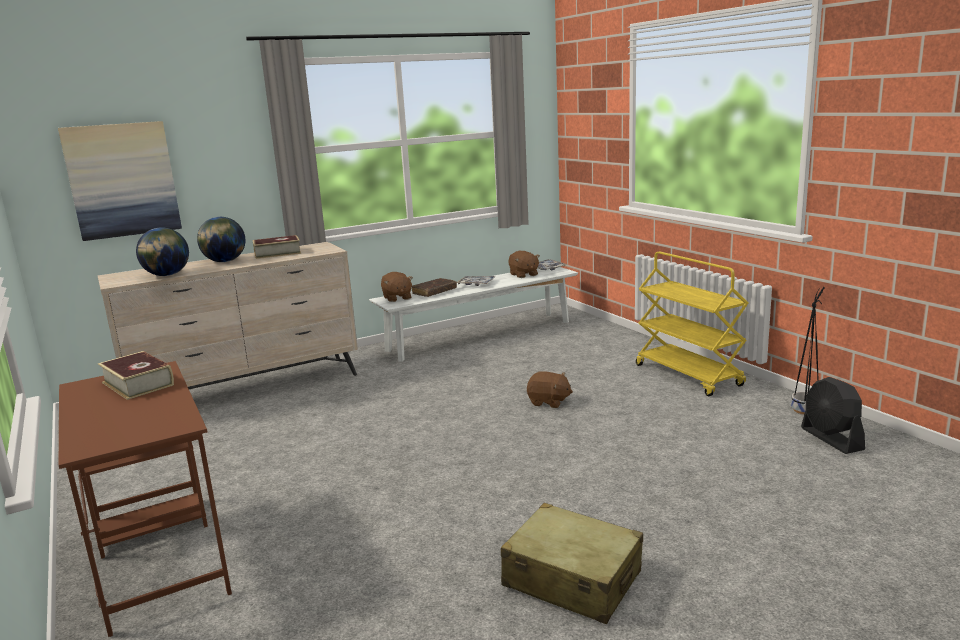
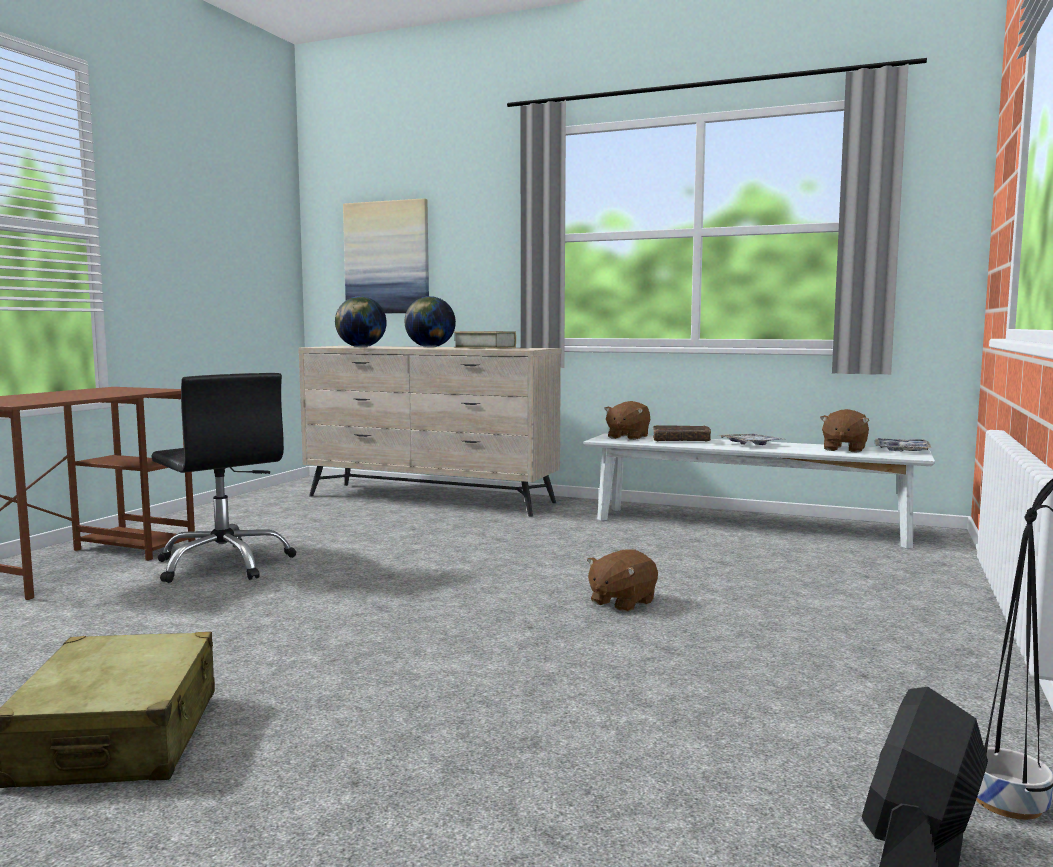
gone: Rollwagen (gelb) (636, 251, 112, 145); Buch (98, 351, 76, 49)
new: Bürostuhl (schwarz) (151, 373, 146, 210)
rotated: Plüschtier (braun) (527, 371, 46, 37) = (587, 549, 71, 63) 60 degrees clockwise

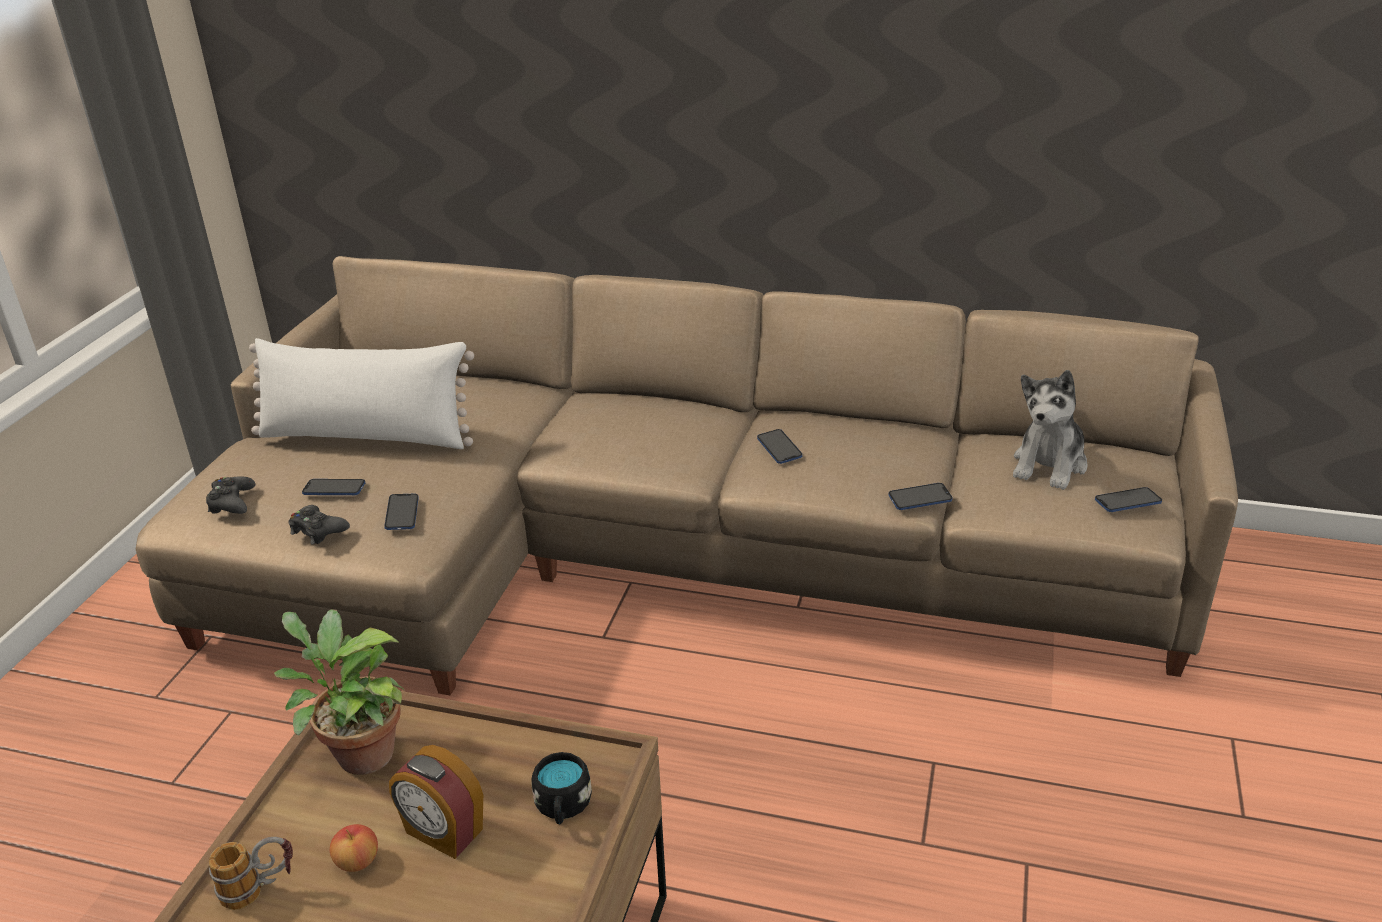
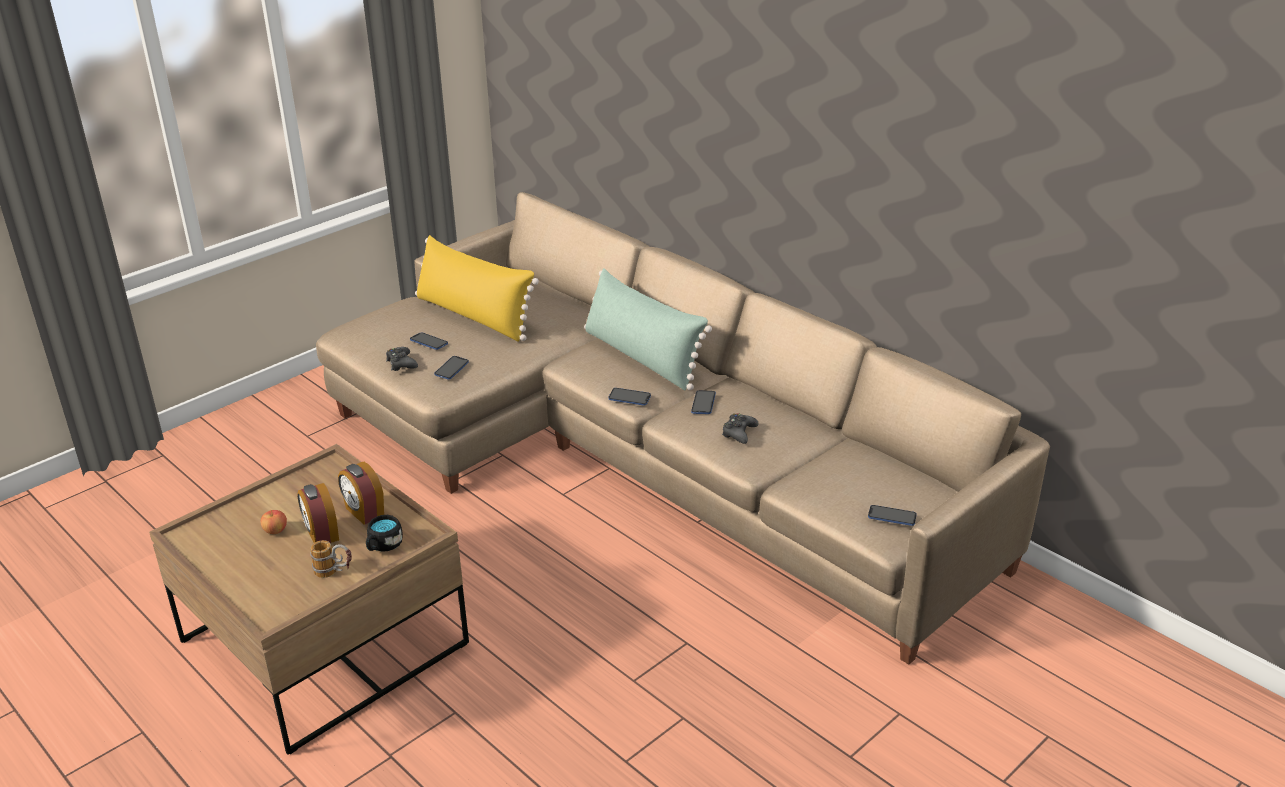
gone: Plüschtier (1013, 370, 74, 120); Topfpflanze (274, 609, 130, 166)
new: Kissen (grün) (584, 268, 128, 122); Wecker (338, 462, 46, 63)
shifted: Gamepad (schwarz) (206, 476, 49, 38) to (722, 413, 37, 31); Handy (889, 483, 63, 27) to (608, 388, 43, 17); Henkelbecher (209, 837, 84, 73) to (310, 540, 42, 38)
repainted: Kissen (weiß) (249, 338, 225, 111) to Kissen (gelb) (415, 235, 124, 107)

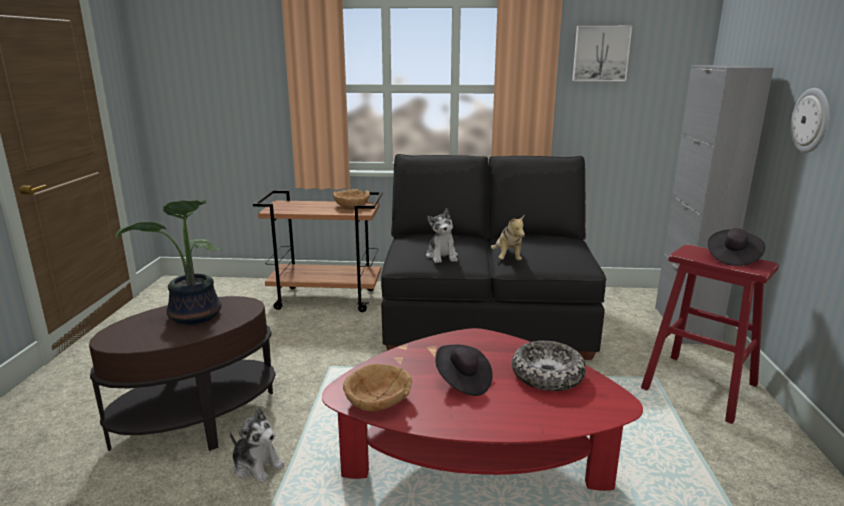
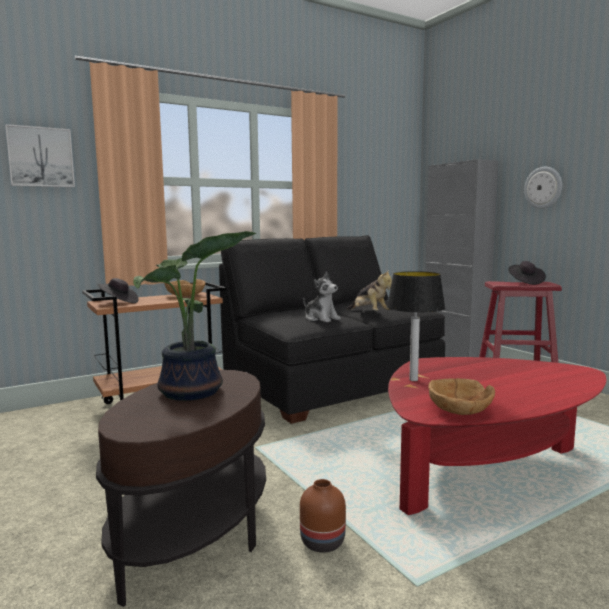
gone: Schüssel (512, 341, 74, 50)
new: Tischlampe (387, 271, 58, 110)
shifted: Bild (572, 26, 60, 55) to (5, 124, 70, 63); Hut (schwarz) (436, 345, 56, 51) to (98, 278, 41, 25)
swapped: Plüschtier (230, 408, 55, 75) to Vase (braun) (300, 479, 46, 74)

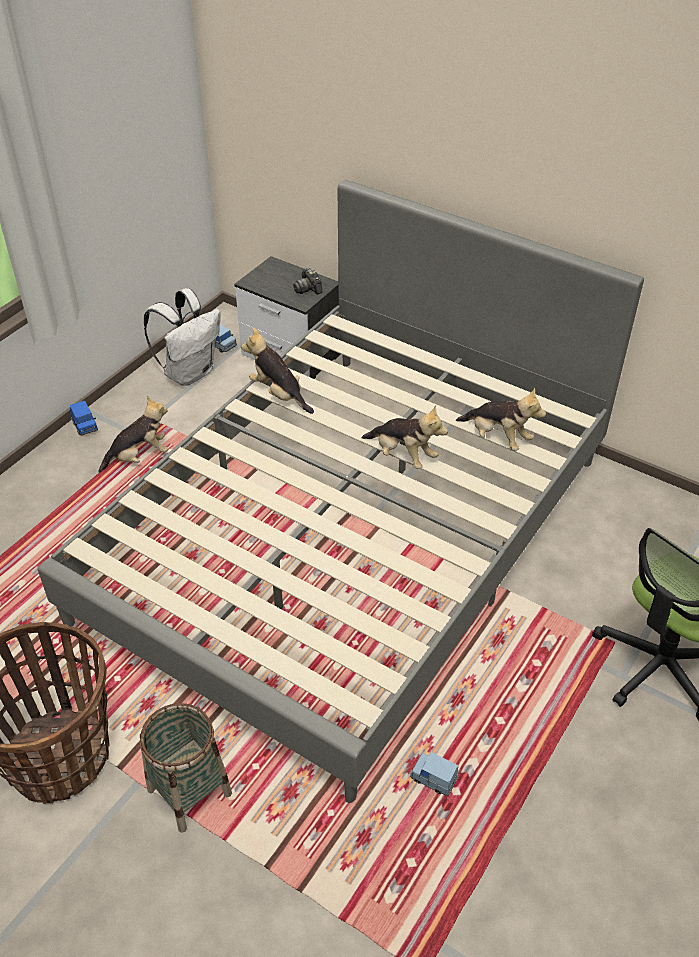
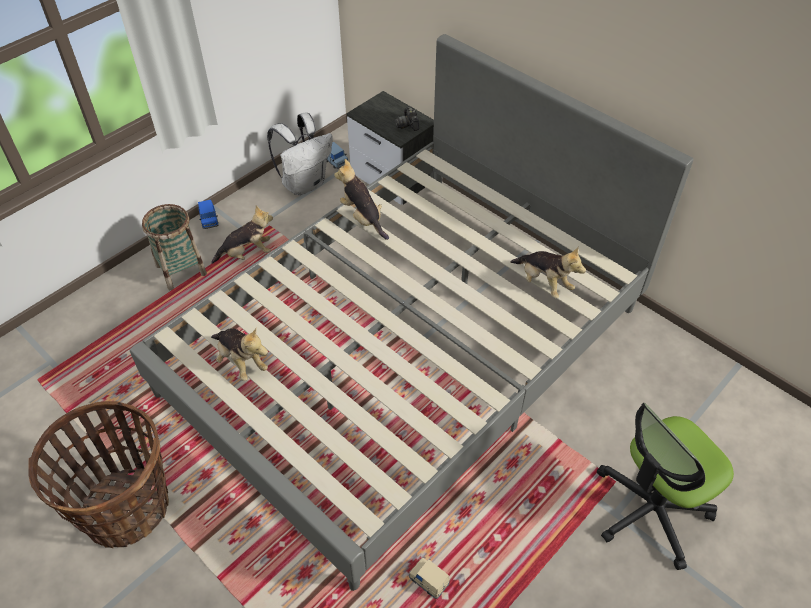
shifted: Plüschtier (361, 405, 87, 64) to (211, 328, 57, 53); Korb (140, 703, 92, 130) to (142, 204, 65, 86)
repainted: Spielzeugauto (blau) (410, 752, 48, 44) to Spielzeugauto (beige) (409, 558, 41, 41)

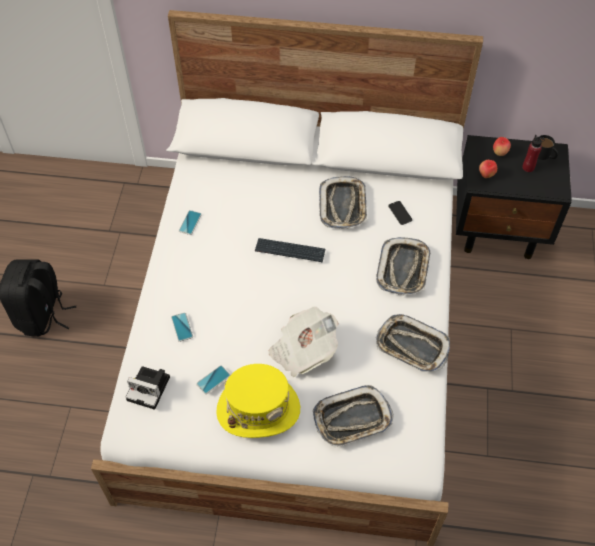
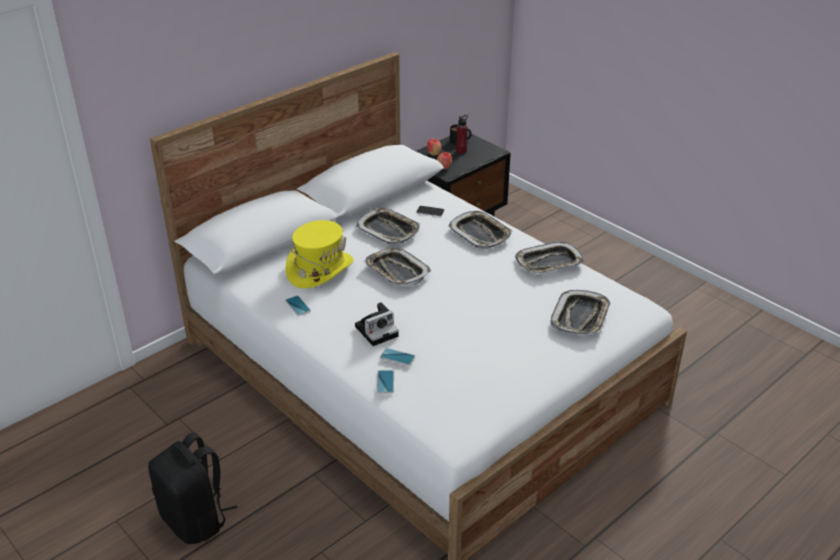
gone: Zeitung (269, 307, 70, 70)
shifted: Hut (gelb) (216, 364, 84, 74) to (286, 220, 68, 68); Handy (196, 365, 34, 29) to (377, 370, 17, 24); Kamera (126, 366, 44, 44) to (355, 302, 44, 44)
swapped: Tastatur (255, 238, 70, 24) to Tablett (364, 248, 67, 38)

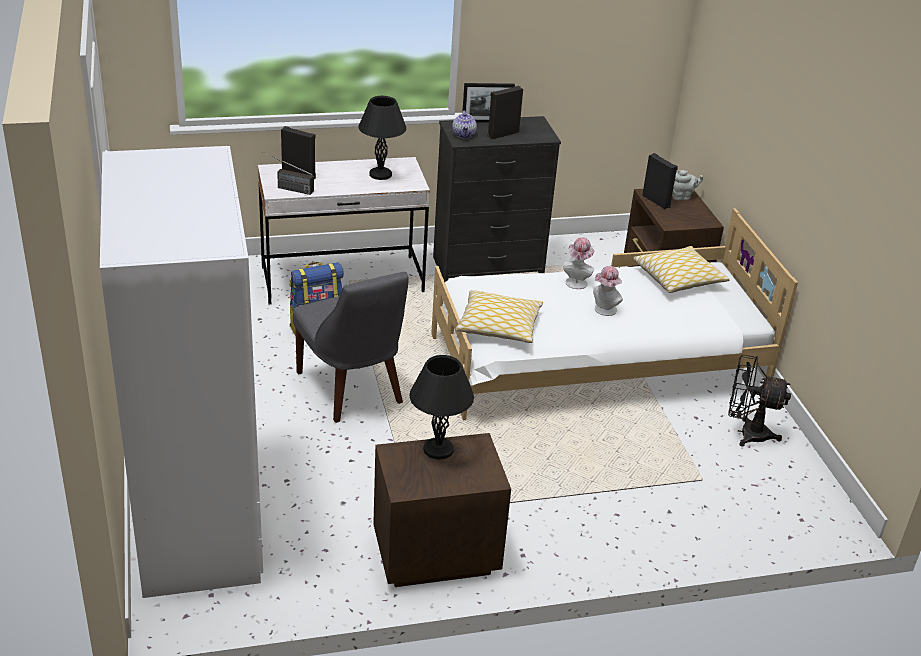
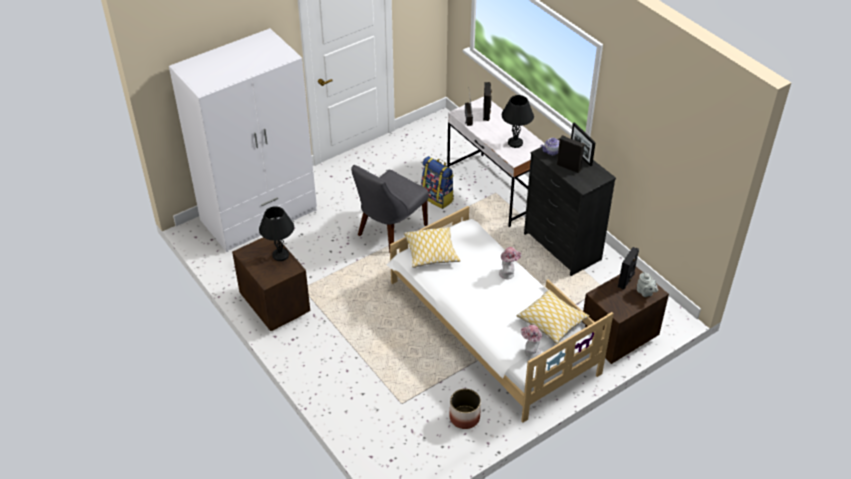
shifted: Hut (593, 266, 30, 50) to (521, 325, 21, 33)
swapped: Ventilator (schwarz) (728, 355, 63, 91) to Pflanzkübel (449, 389, 32, 40)

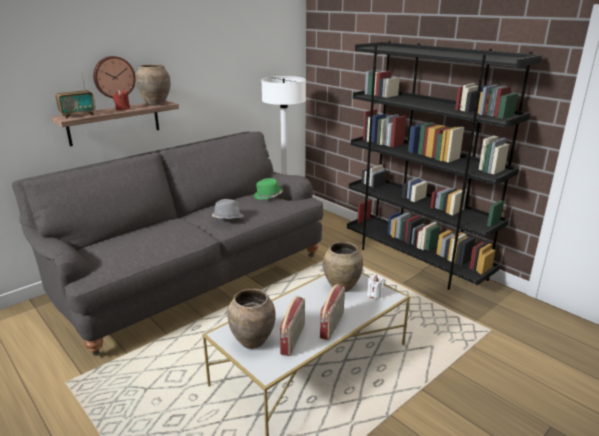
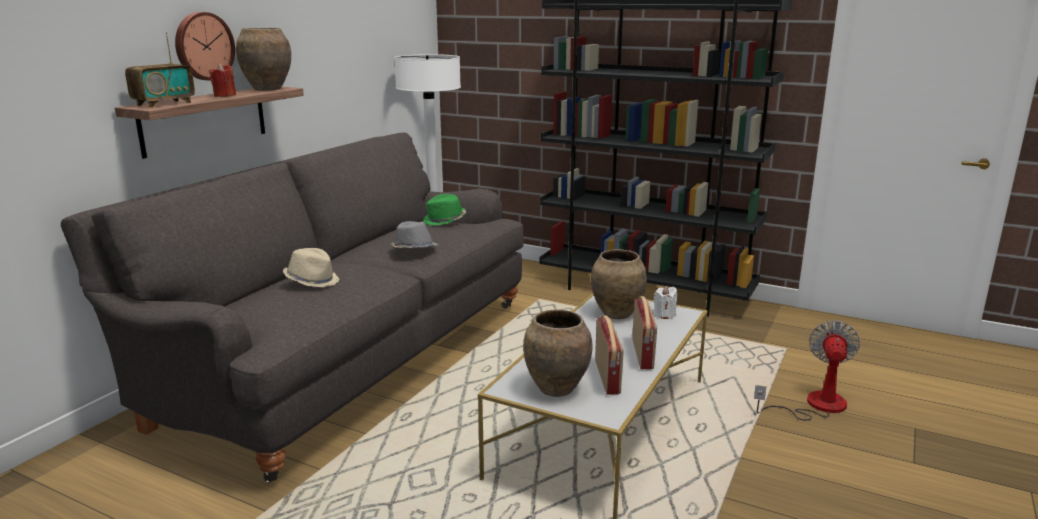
new: Hut (beige) (283, 248, 57, 39); Ventilator (754, 321, 106, 100)

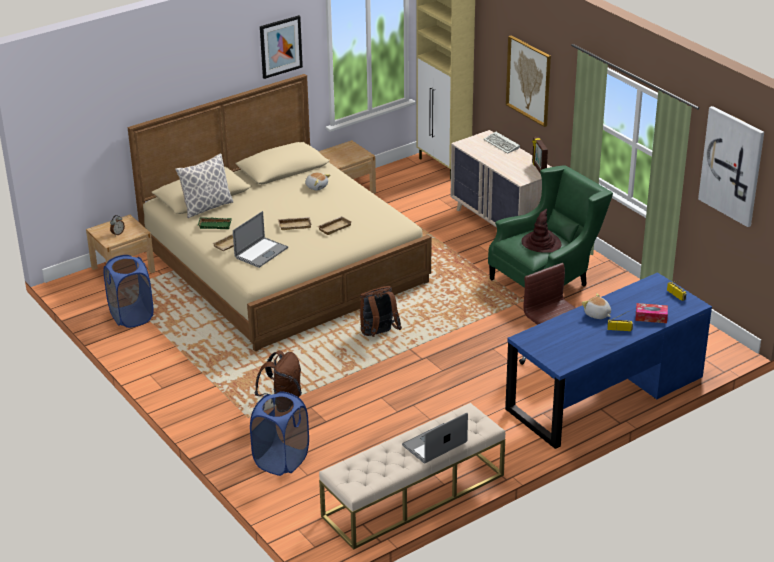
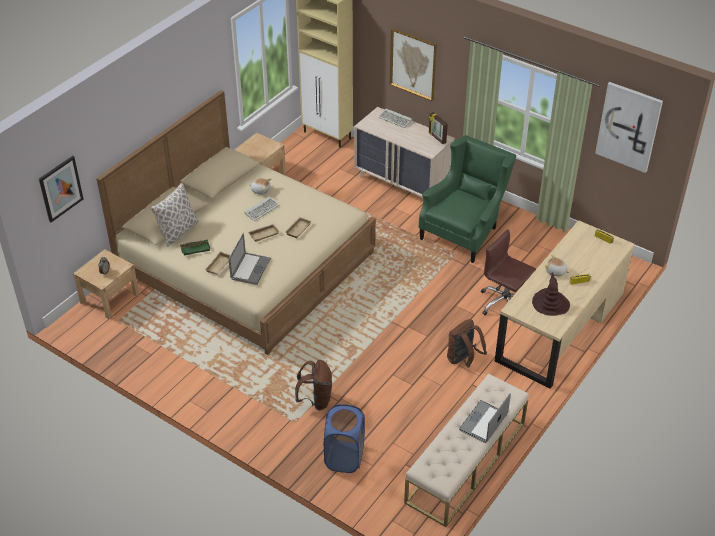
gone: Wäschekorb (blau) (104, 255, 50, 73); Taschentuchbox (636, 303, 32, 20)
new: Tastatur (244, 196, 35, 25)
shifted: Bild (260, 15, 43, 64) to (39, 156, 44, 66); Hut (braun) (522, 209, 40, 44) to (532, 273, 38, 43); Rucksack (braun) (360, 286, 42, 51) to (447, 319, 40, 48)
repainted: Schreibtisch (blau) (505, 272, 207, 177) to Schreibtisch (beige) (495, 220, 139, 169)

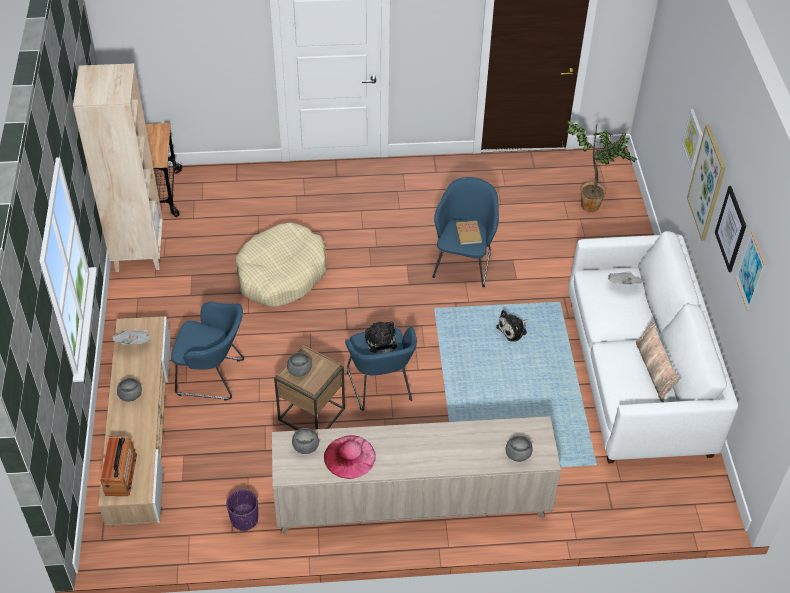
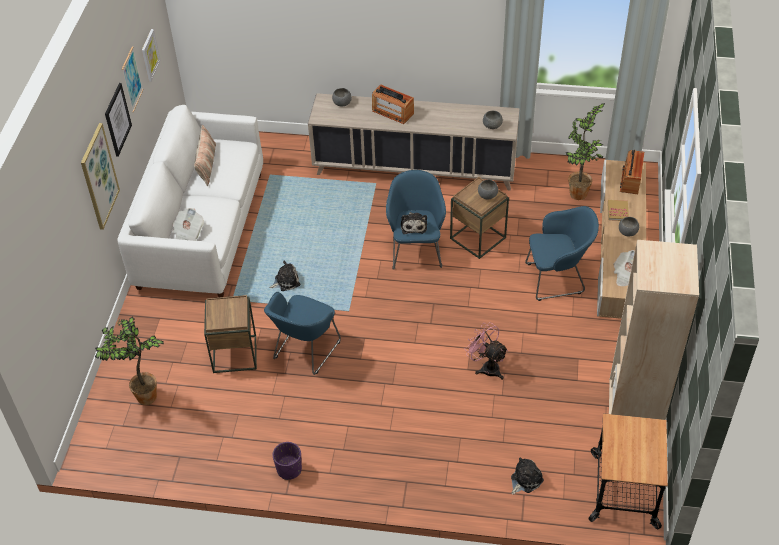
gone: Hut (rosa) (324, 435, 52, 44)
new: Radio (372, 84, 42, 40); Topfpflanze (566, 103, 39, 97); Beistelltisch (braun) (204, 295, 53, 78); Plüschtier (511, 458, 33, 37)
shifted: Bild (682, 109, 21, 61) to (142, 29, 19, 53); Buch (456, 221, 26, 24) to (608, 200, 21, 21); Pflanzkübel (lila) (226, 489, 32, 42) to (273, 442, 29, 38)
swapped: Hundebett (beige) (235, 223, 92, 84) to Ventilator (rosa) (466, 322, 42, 58)
rotated: Sessel (blau) (171, 302, 73, 99) = (525, 206, 74, 95) 150 degrees clockwise

